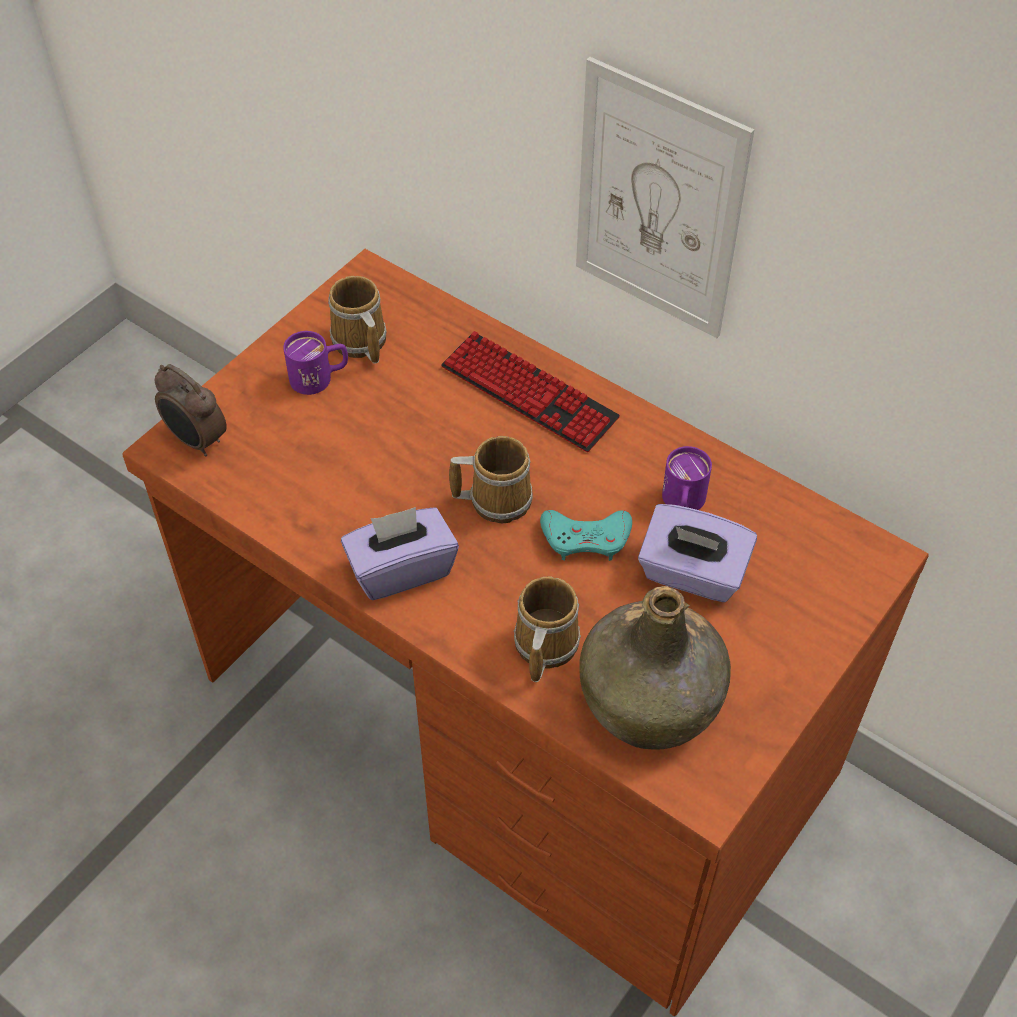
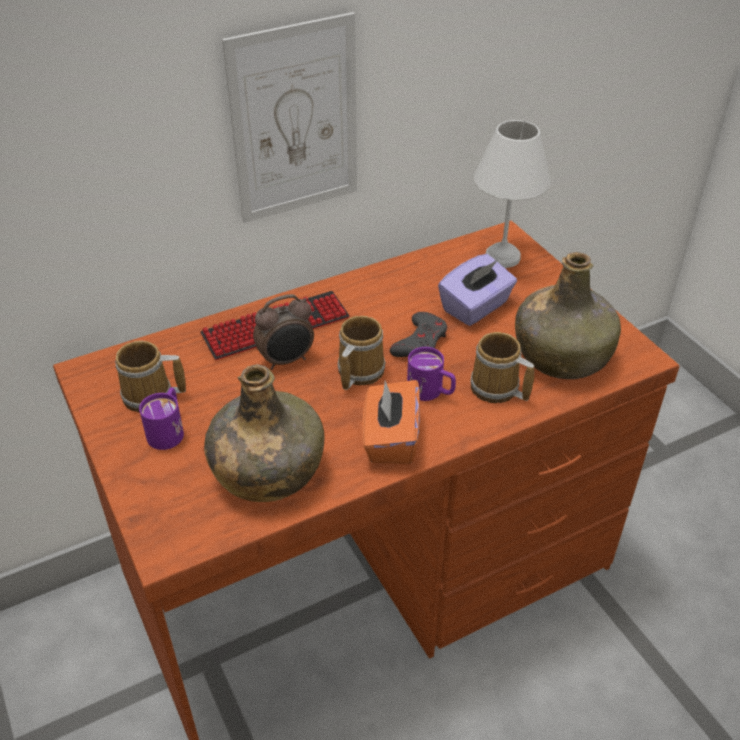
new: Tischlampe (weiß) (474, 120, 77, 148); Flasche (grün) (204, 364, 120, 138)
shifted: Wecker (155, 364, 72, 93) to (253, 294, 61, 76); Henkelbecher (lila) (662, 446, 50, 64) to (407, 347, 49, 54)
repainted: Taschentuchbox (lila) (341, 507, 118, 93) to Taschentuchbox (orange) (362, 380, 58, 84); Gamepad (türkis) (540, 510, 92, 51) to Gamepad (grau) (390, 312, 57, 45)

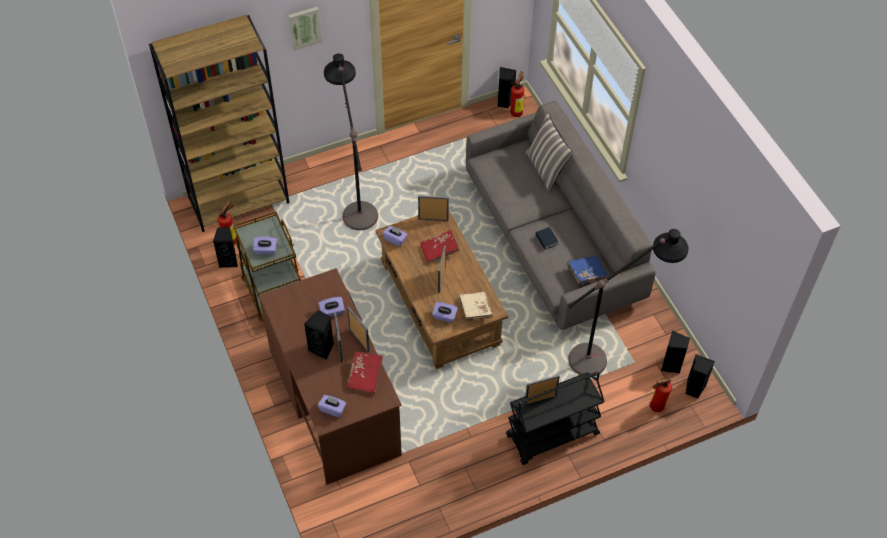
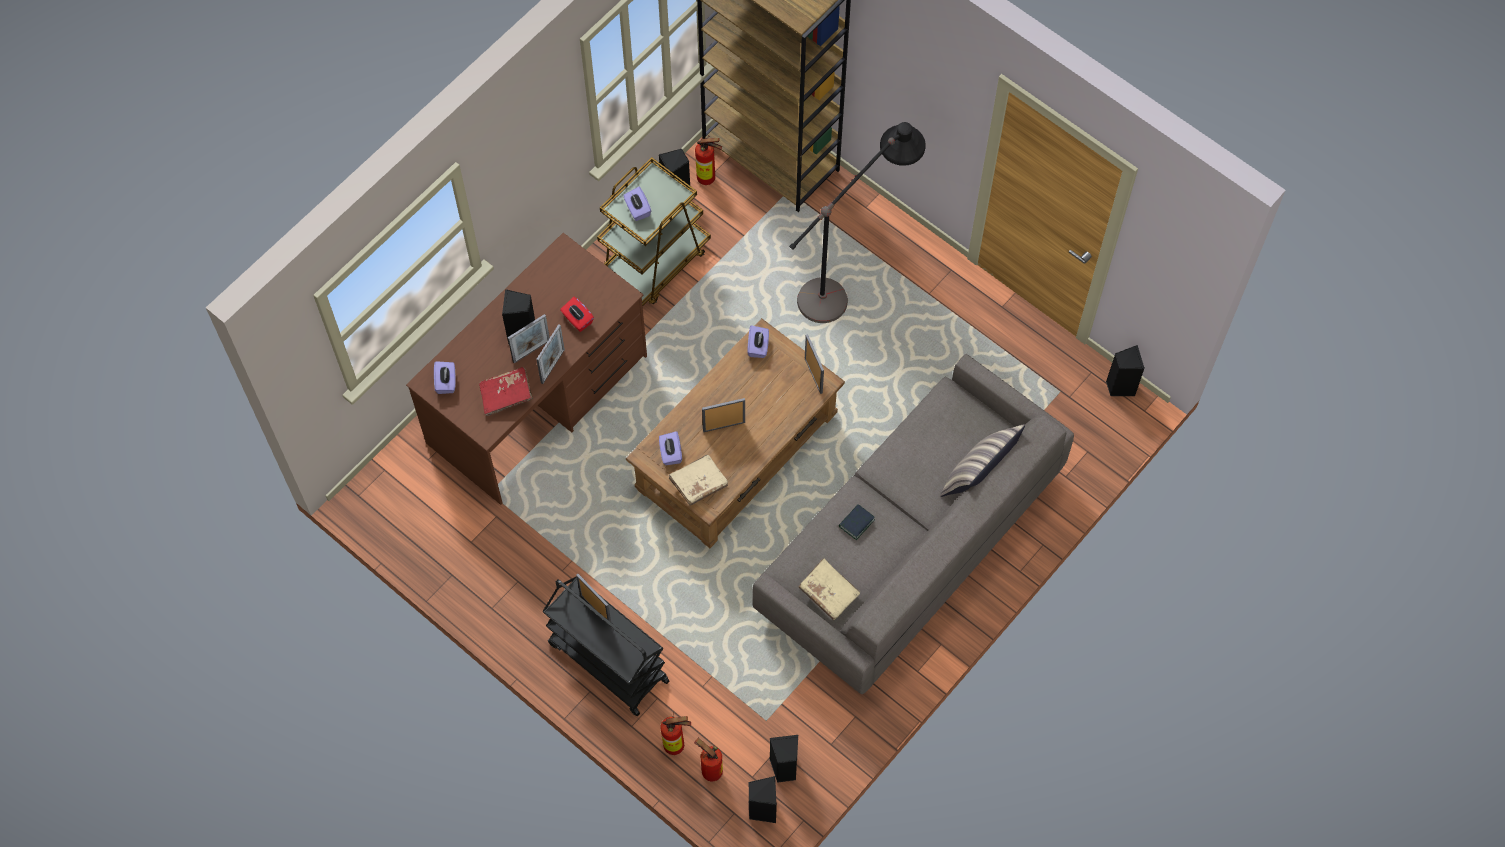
gone: Bild (288, 7, 34, 44); Stehlampe (schwarz) (568, 229, 120, 147); Buch (rot) (420, 230, 40, 34)
shifted: Feuerlöscher (510, 71, 14, 46) to (660, 713, 31, 42)
repainted: Buch (blau) (567, 255, 40, 29) to Buch (beige) (799, 558, 61, 62); Taschentuchbox (lila) (318, 297, 27, 20) to Taschentuchbox (rot) (560, 297, 34, 35)

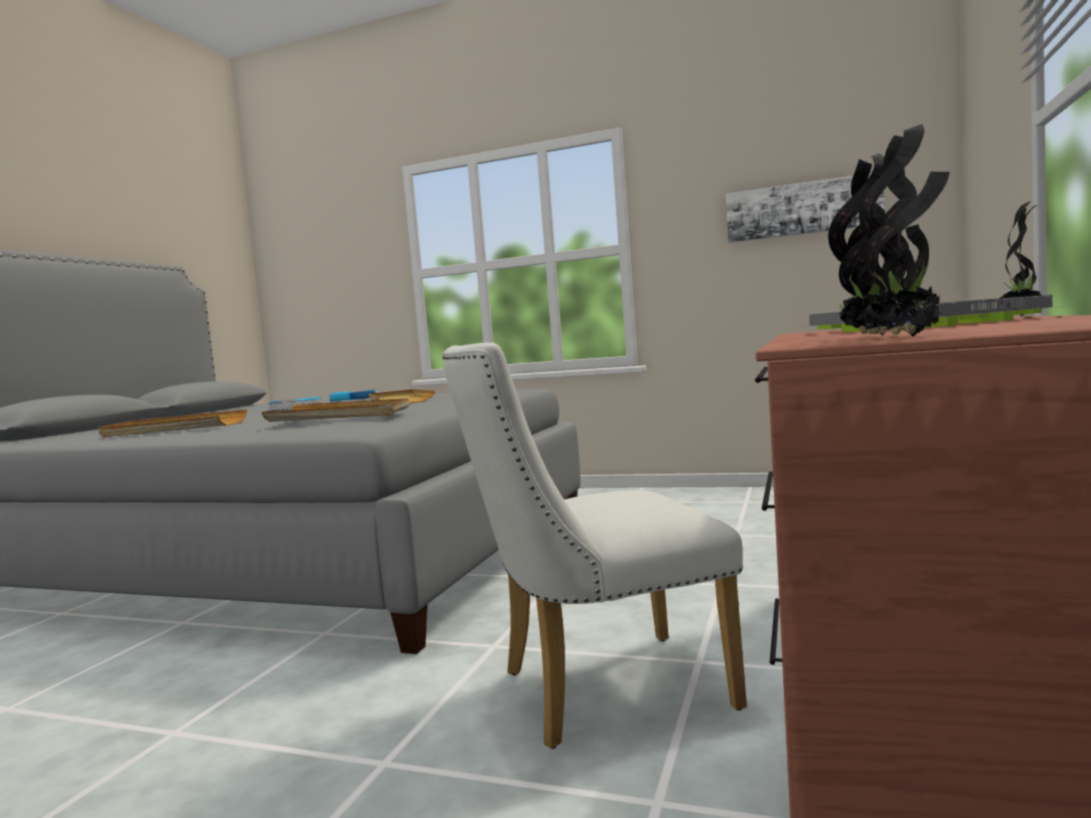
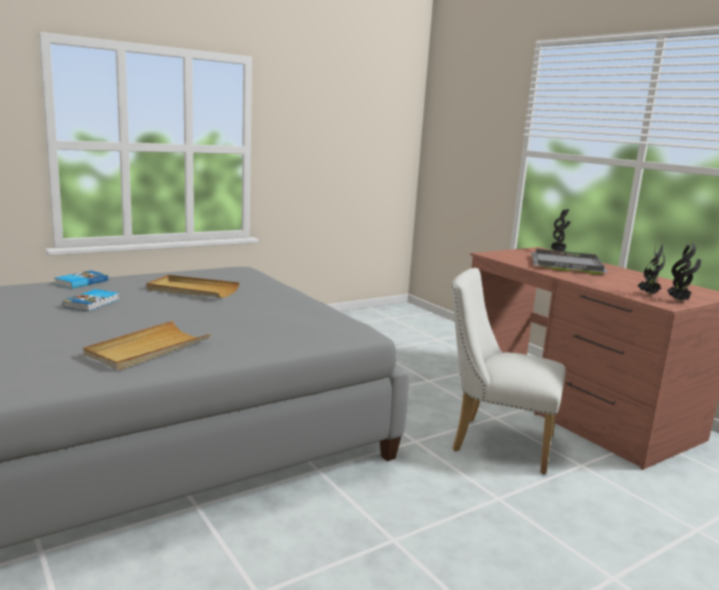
gone: Bild (726, 173, 159, 70); Tablett (beige) (262, 398, 147, 24)
rotated: Stuhl (weiß) (442, 343, 305, 406) = (452, 268, 114, 206) 90 degrees clockwise

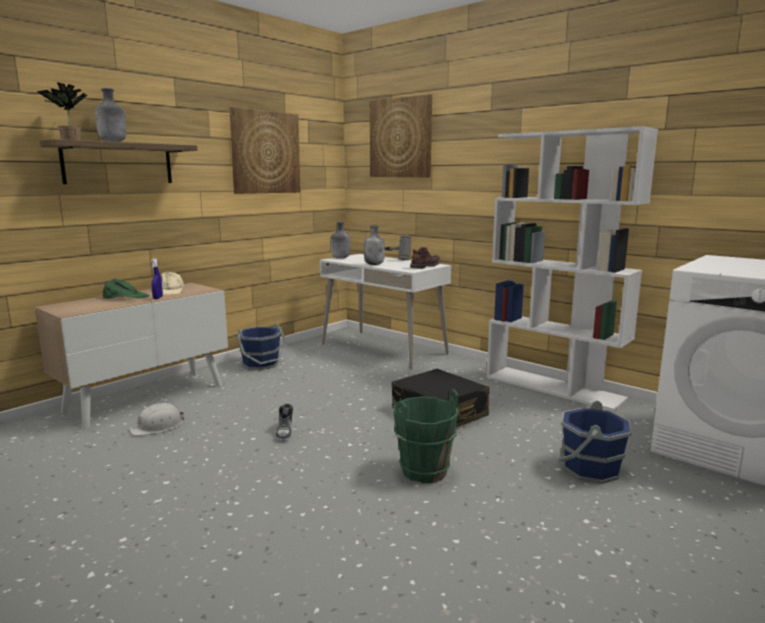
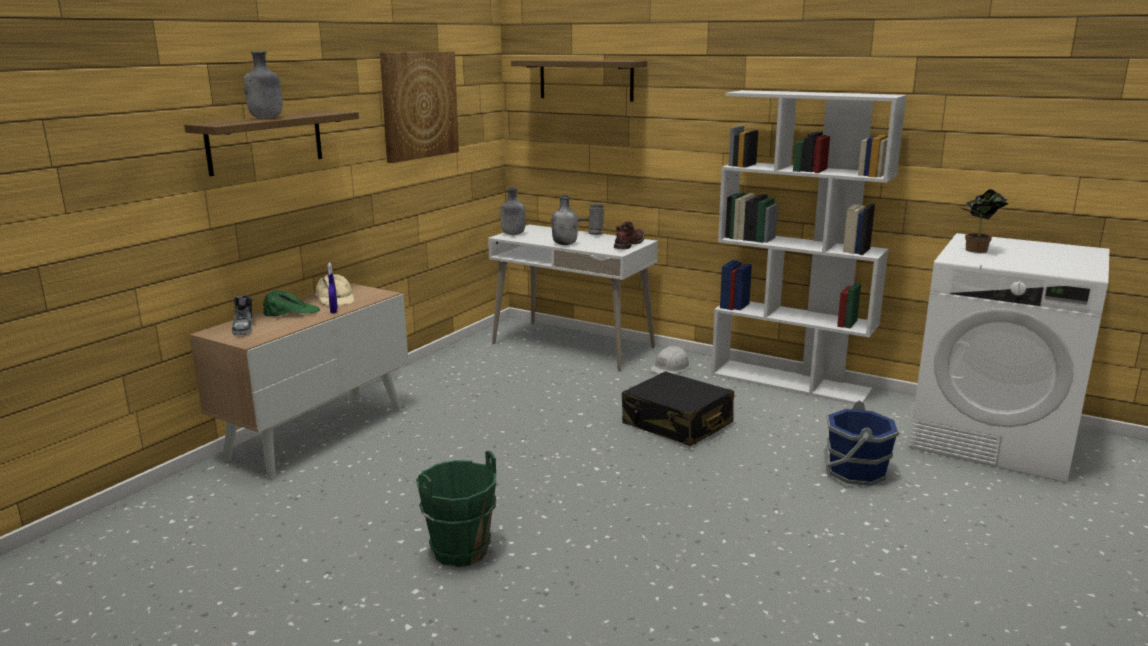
gone: Eimer (blau) (236, 323, 51, 47)
shifted: Topfpflanze (36, 82, 51, 58) to (962, 189, 47, 64); Eimer (grün) (393, 389, 66, 94) to (416, 451, 80, 116); Schutzhelm (weiß) (129, 403, 55, 33) to (650, 346, 40, 28); Schuh (276, 404, 17, 38) to (232, 295, 21, 40)
swapped: Bild (370, 94, 62, 83) to Wandregal (511, 60, 136, 42)

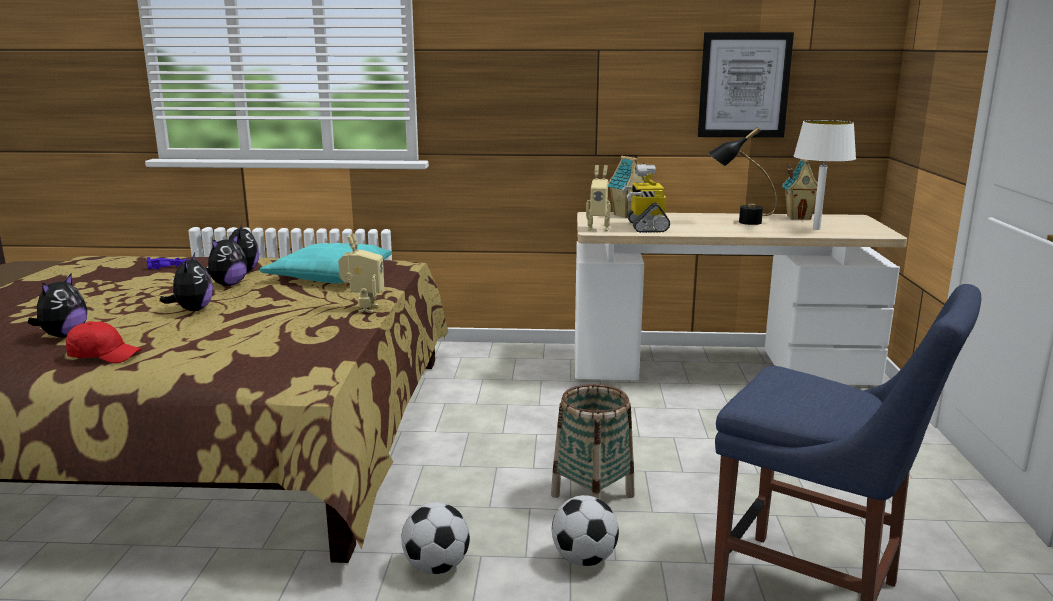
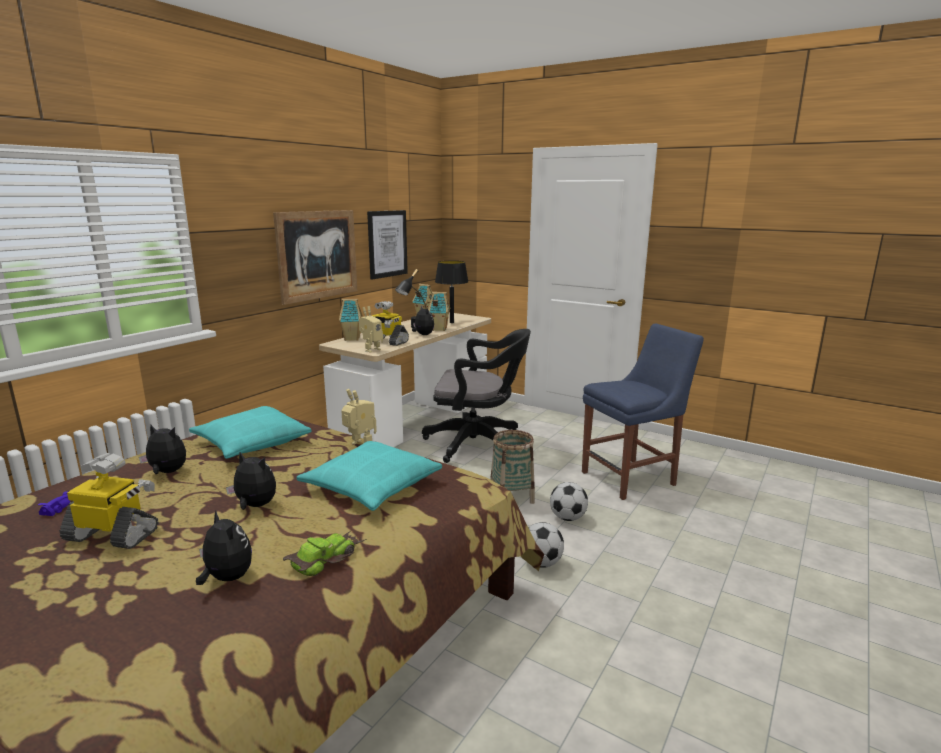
new: Bild (273, 210, 84, 95); Spielzeughaus (429, 292, 21, 39); Bürostuhl (schwarz) (422, 329, 109, 134); Kissen (türkis) (296, 441, 146, 70); Spielzeugroboter (59, 453, 99, 96)
shifted: Plüschtier (205, 233, 42, 53) to (412, 305, 22, 30)
swapped: Kappe (rot) (65, 321, 77, 42) to Spielzeugauto (283, 531, 83, 45)
repainted: Tischlampe (weiß) (793, 120, 63, 110) to Tischlampe (schwarz) (435, 261, 33, 62)

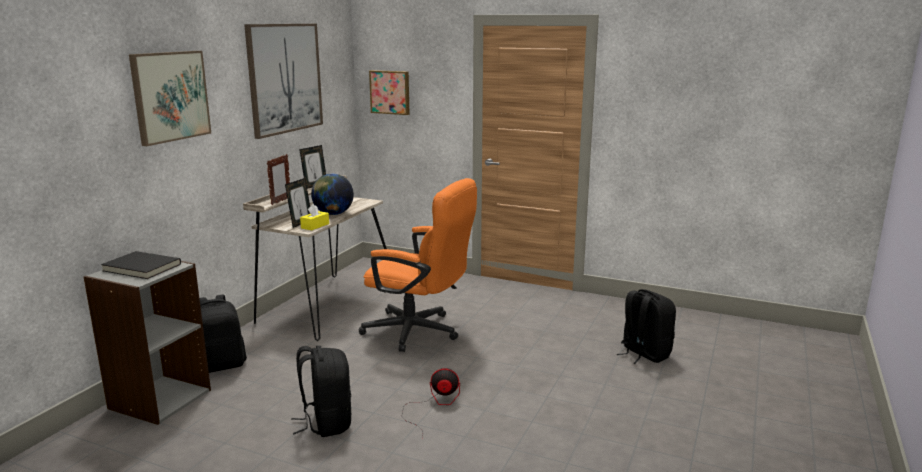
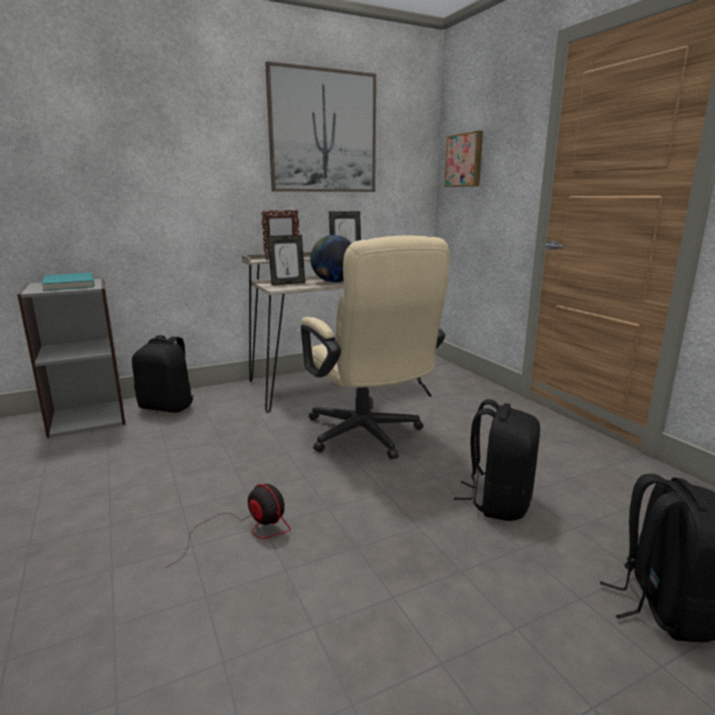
gone: Bild (129, 51, 82, 95); Taschentuchbox (gelb) (300, 204, 29, 26)
shifted: Rucksack (schwarz) (291, 346, 60, 91) to (454, 399, 86, 122)
repainted: Bürostuhl (orange) (359, 178, 118, 174) to Bürostuhl (beige) (301, 236, 149, 224); Buch (schwarz) (101, 251, 80, 28) to Buch (türkis) (41, 273, 53, 18)

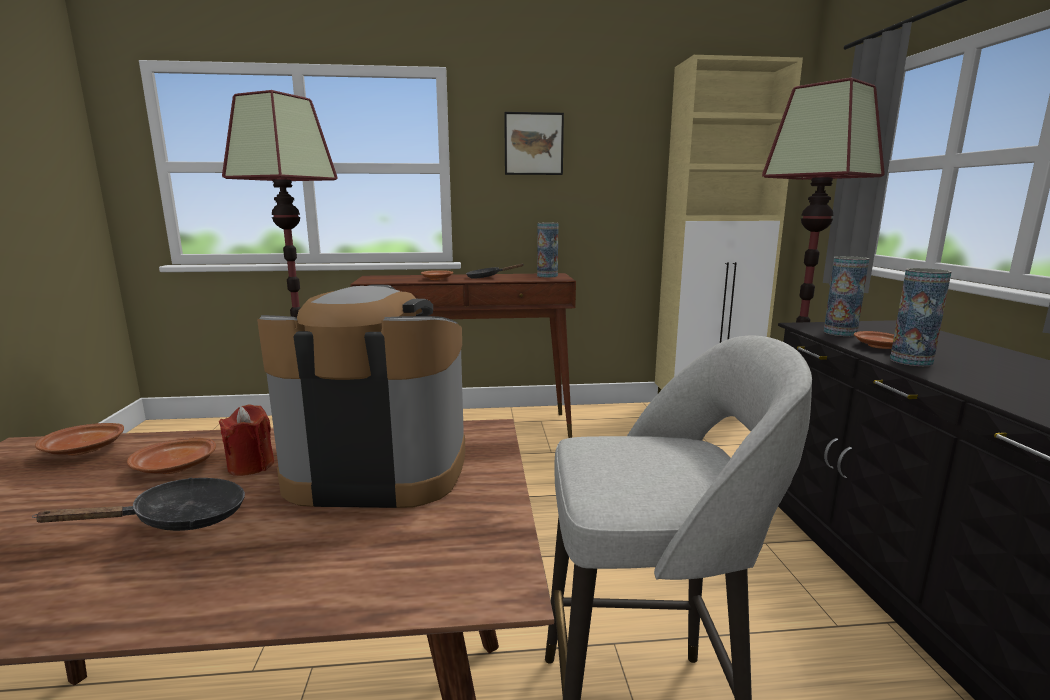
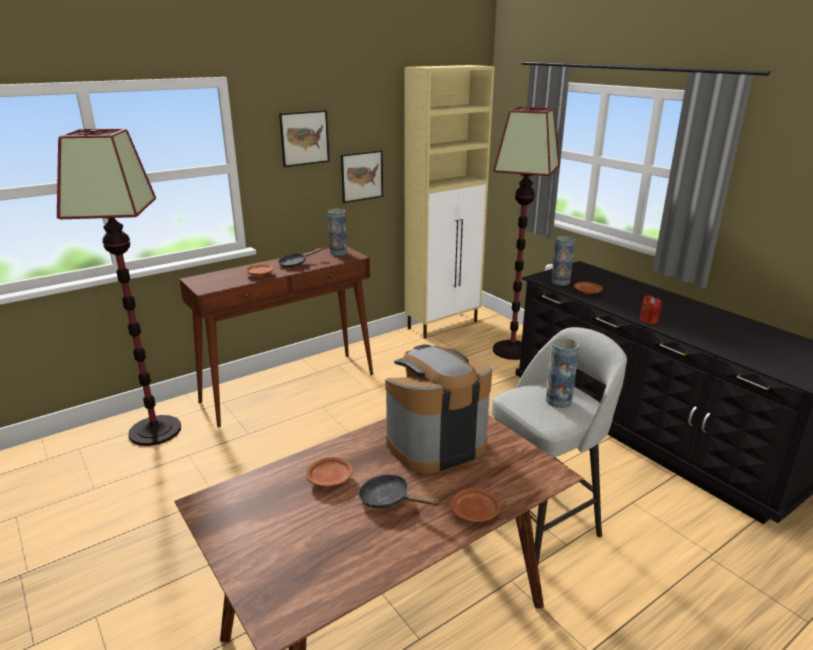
new: Bild (341, 150, 42, 53)
shifted: Vase (890, 268, 61, 98) to (546, 338, 34, 70); Kerze (rot) (219, 405, 55, 71) to (640, 295, 22, 29); Teller (braun) (35, 423, 89, 33) to (451, 488, 49, 34)
rotated: Pfanne (schwarz) (32, 478, 213, 53) = (358, 474, 83, 34) 90 degrees counterclockwise

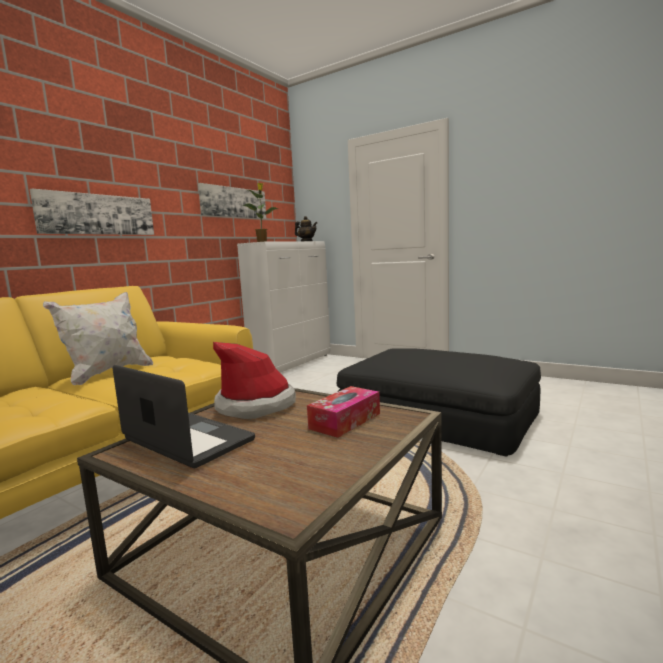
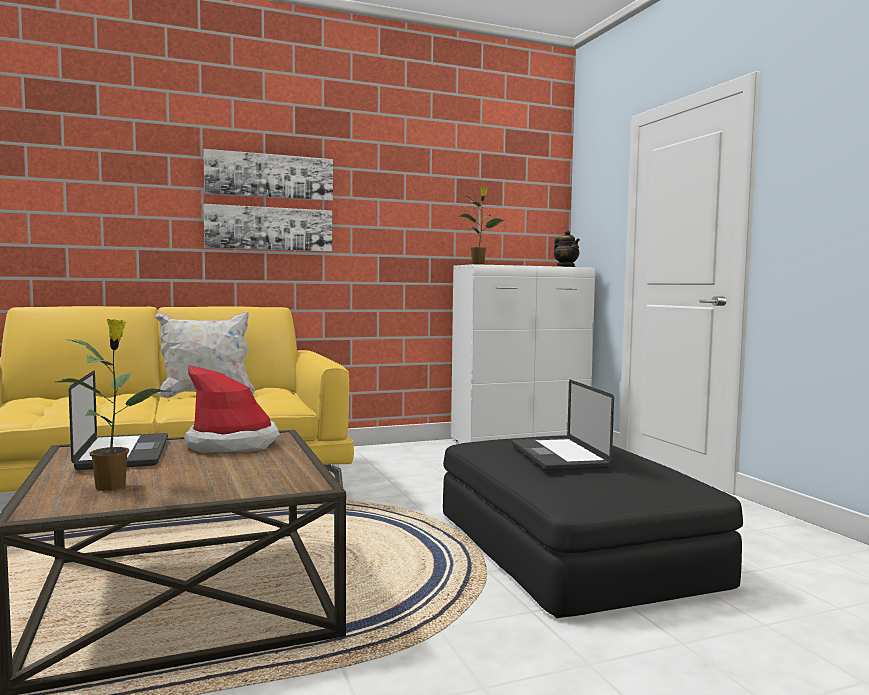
gone: Taschentuchbox (307, 386, 73, 52)
new: Topfpflanze (56, 319, 111, 172); Laptop (512, 380, 102, 91)
shifted: Bild (198, 183, 69, 36) to (203, 149, 130, 52)

